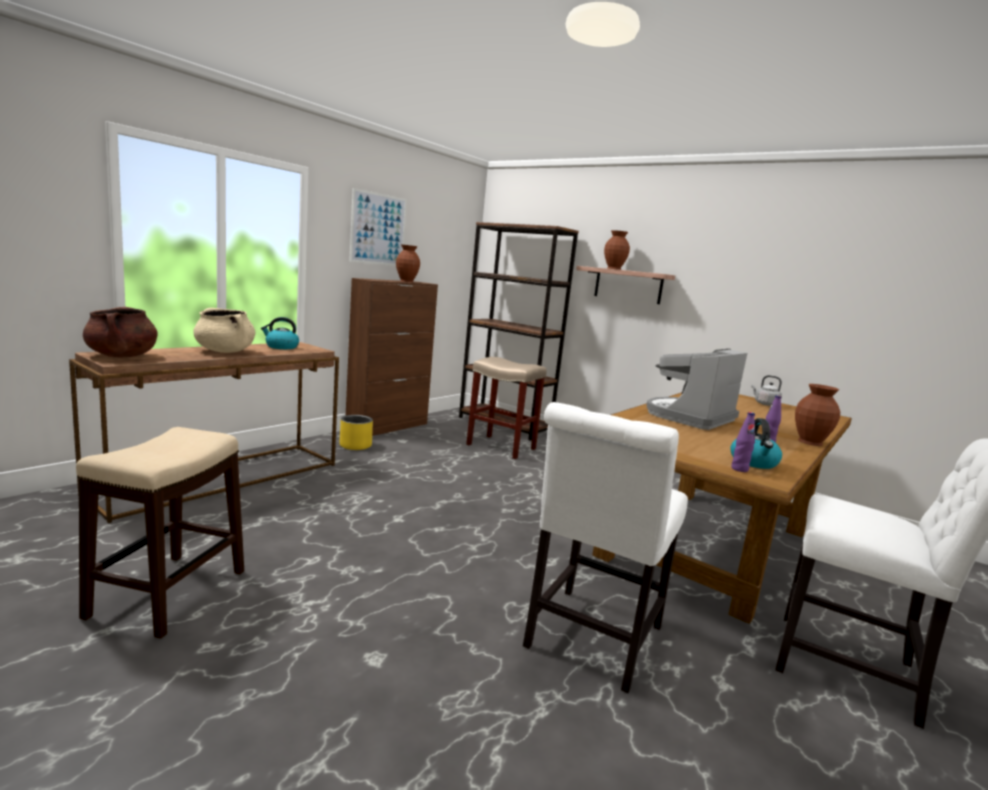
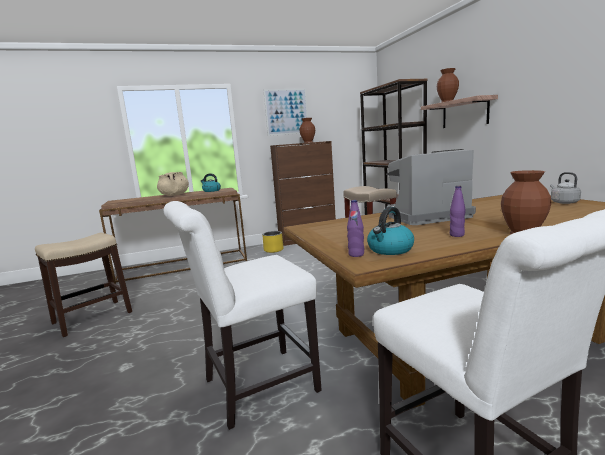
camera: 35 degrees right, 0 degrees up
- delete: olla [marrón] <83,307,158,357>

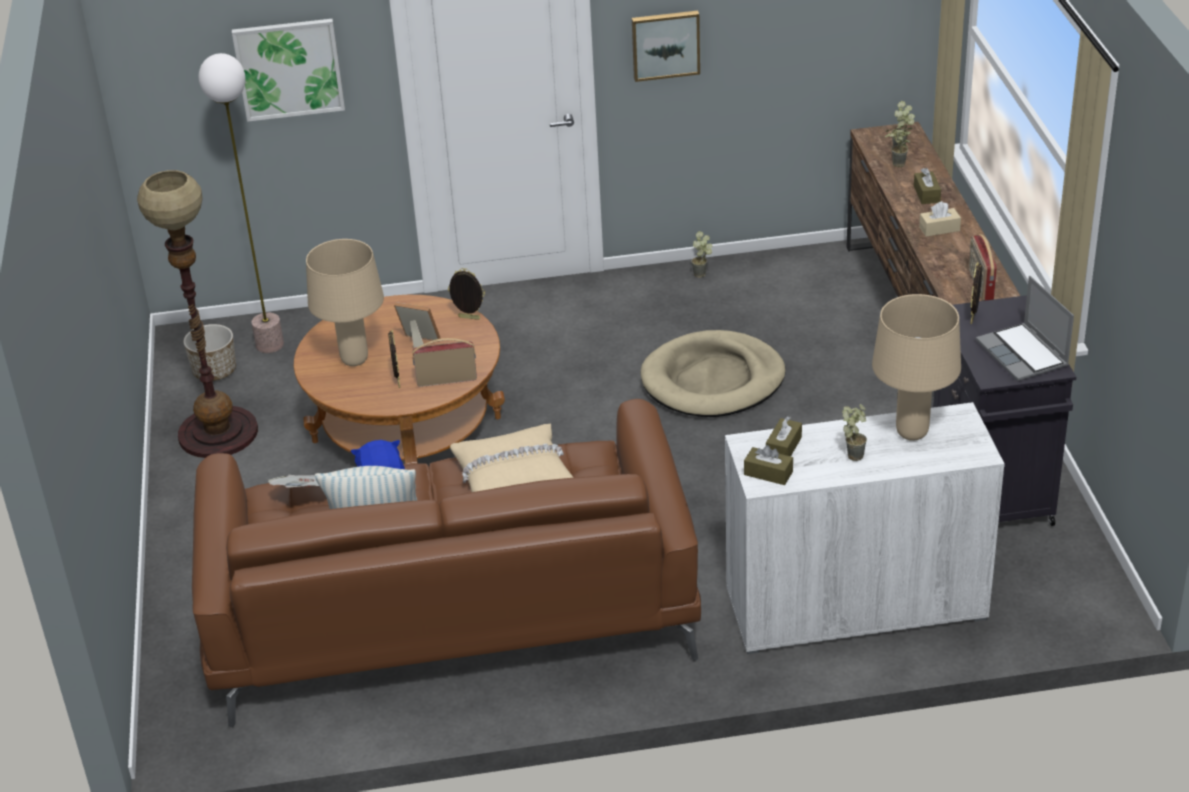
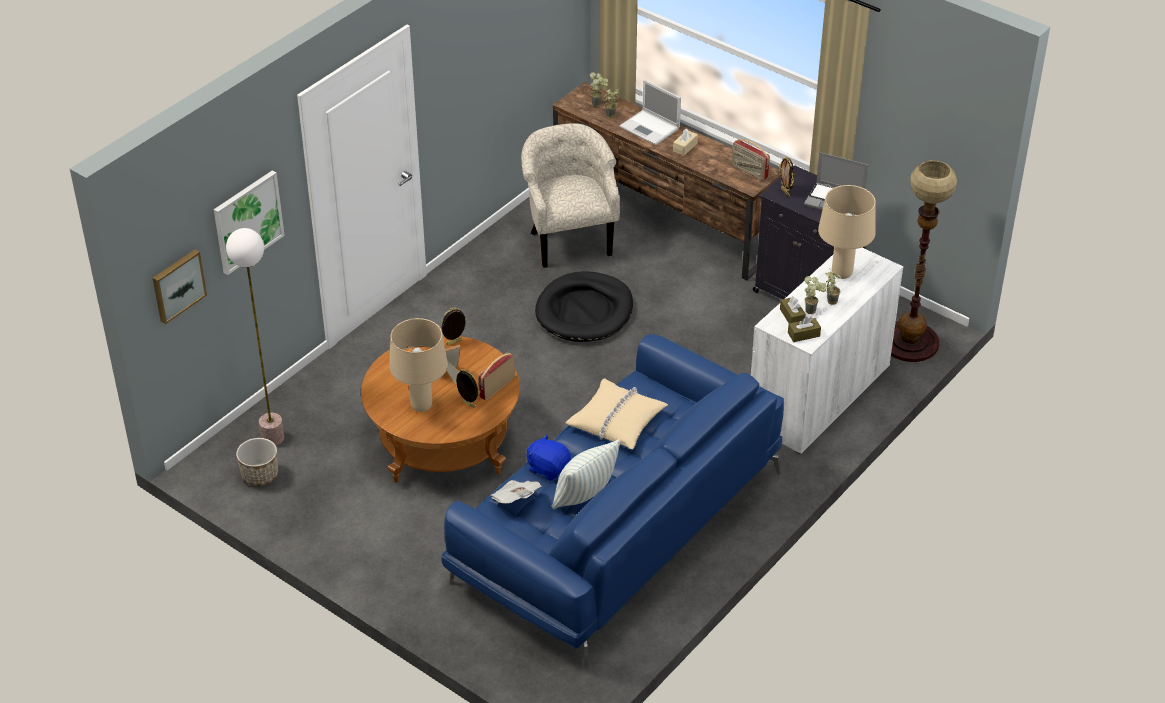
camera: 45 degrees left, 5 degrees up
- move: cuadro <632,11,700,82> to <153,249,207,324>
- recolor: sofá [marrón] <192,399,701,727> to sofá [azul] <441,334,784,668>
- insert: sillón [beis] <521,123,620,268>
- recolor: cama para perro [beis] <641,330,786,417> to cama para perro [negro] <535,271,633,342>
- replace: caja de pañuelos [marrón] <914,168,941,204> to portátil <619,80,681,145>
- move: planta en maceta <691,231,713,278> to <804,276,826,314>
- move: lámpara de pie <137,170,258,458> to <891,160,957,362>

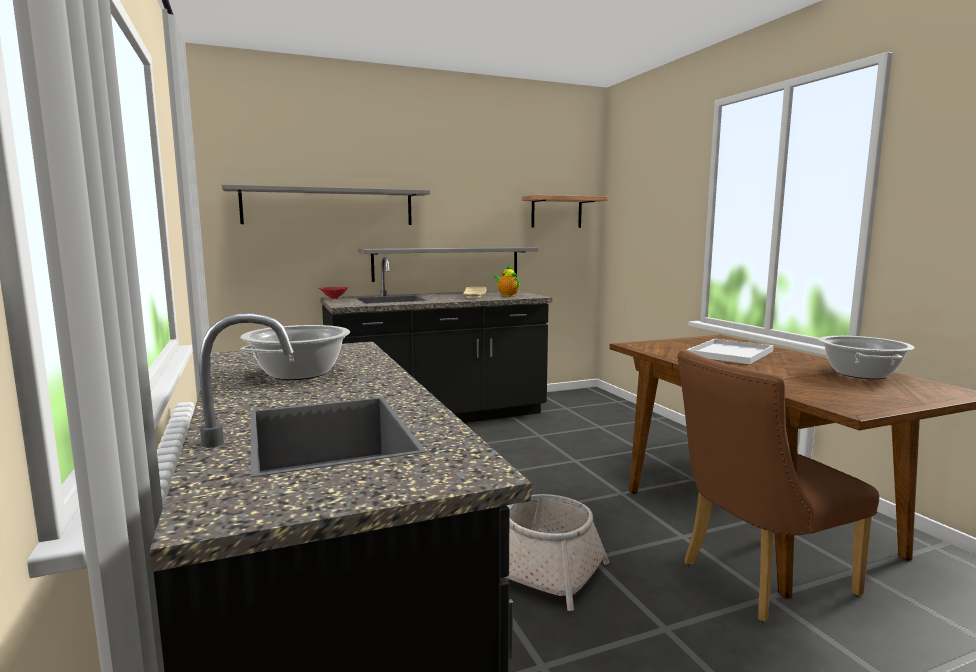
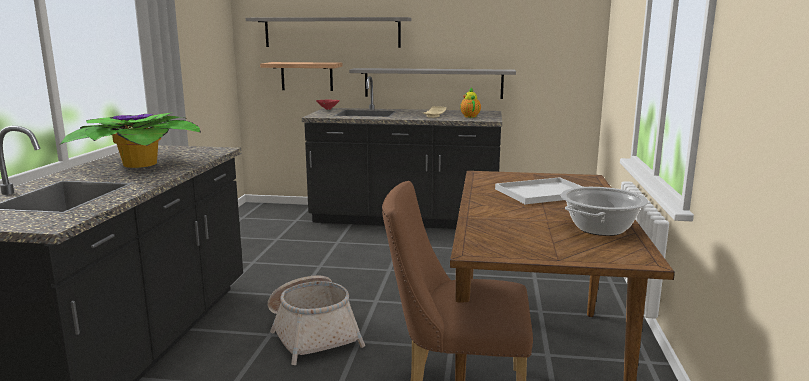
camera: 30 degrees right, 5 degrees up
- replace: olla <240,325,350,380> to planta en maceta <59,113,201,168>
- move: estante <522,195,608,228> to <260,62,342,91>

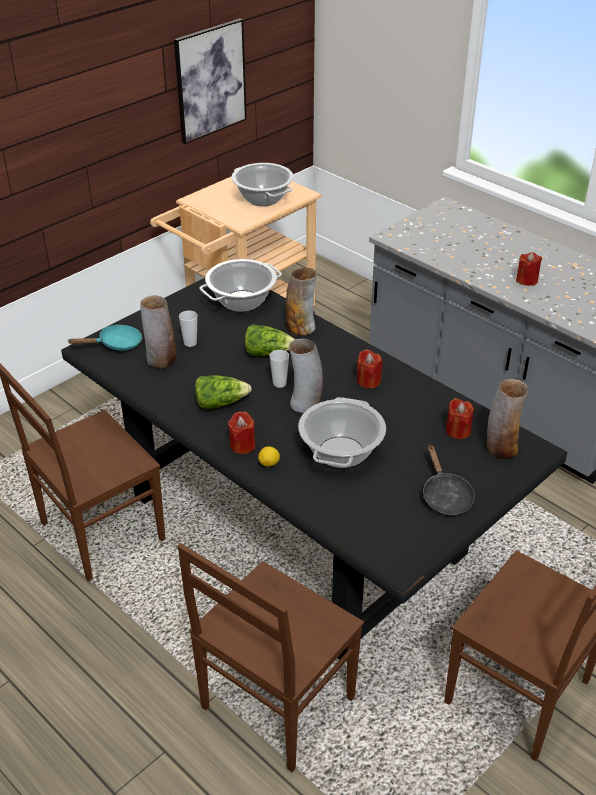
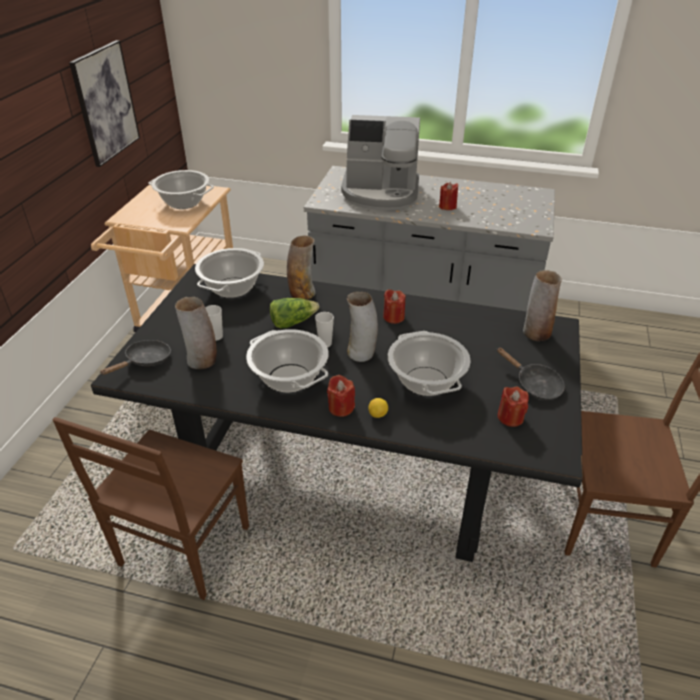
camera: 30 degrees left, 0 degrees up
- recolor: sartén [turquesa] <67,324,142,351> to sartén [negro] <100,340,171,375>
- replace: lechuga <195,375,252,409> to olla <246,329,329,393>
- insert: cafetera <341,115,420,210>
- move: vela [rojo] <446,398,474,439> to <498,387,529,427>
- delete: silla [marrón] <177,543,364,772>

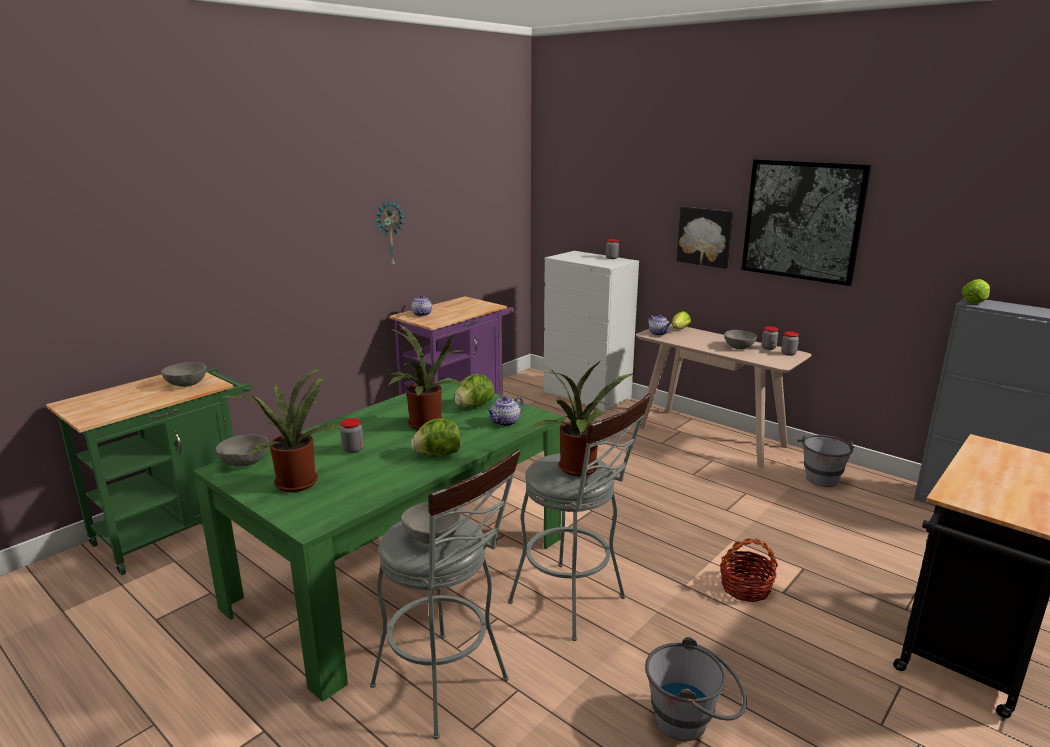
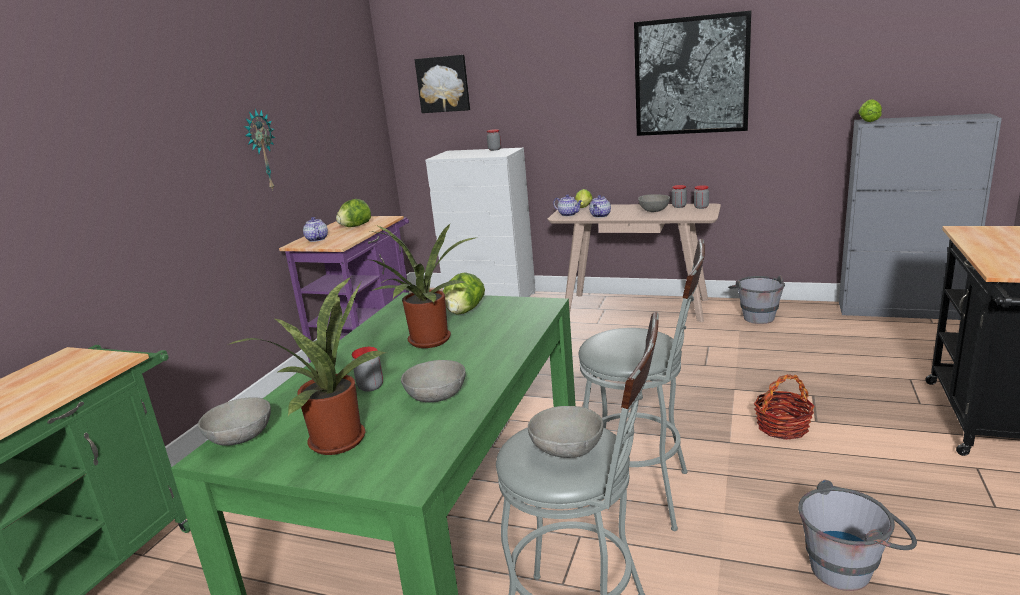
camera: 20 degrees left, 0 degrees up
- move: lechuga <411,418,461,457> to <336,199,371,227>
- move: cuenco [gris] <161,362,207,387> to <401,360,466,402>
- move: cuadro <677,207,733,269> to <415,55,470,113>
- move: tetera <487,396,524,426> to <589,195,611,218>
- delete: planta en maceta <532,361,635,476>

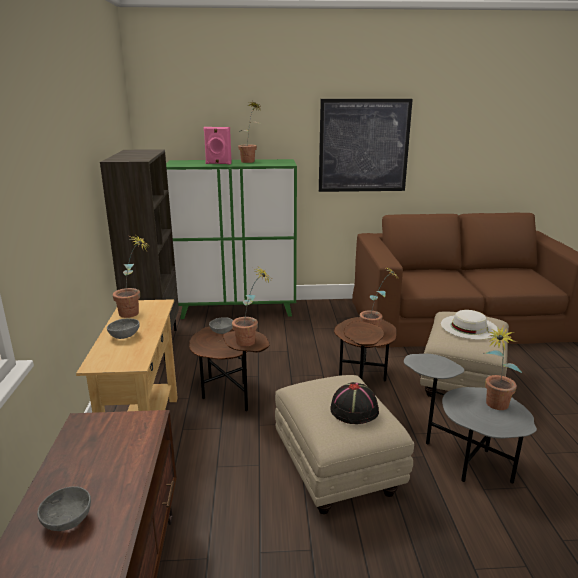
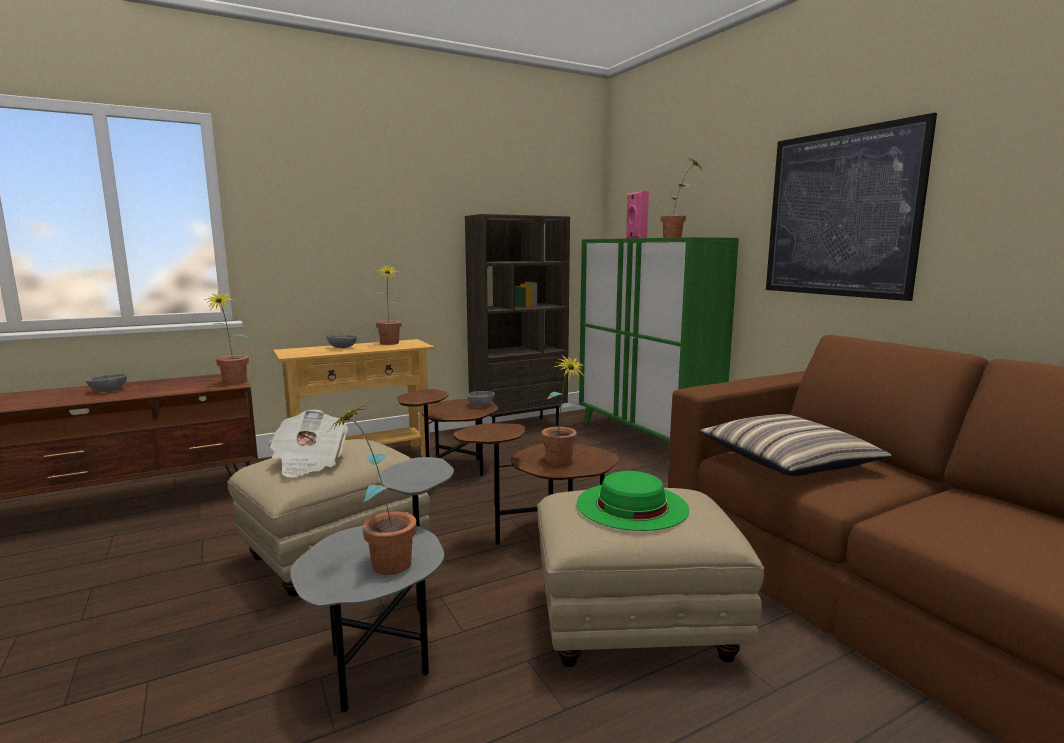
camera: 65 degrees right, 10 degrees down
- move: planta en maceta <232,268,271,347> to <204,291,250,385>
- replace: sombrero [negro] <330,382,379,424> to periódico <269,410,348,477>
- recolor: sombrero [blanco] <441,310,498,340> to sombrero [verde] <577,471,689,531>
- insert: cojín <700,414,892,476>

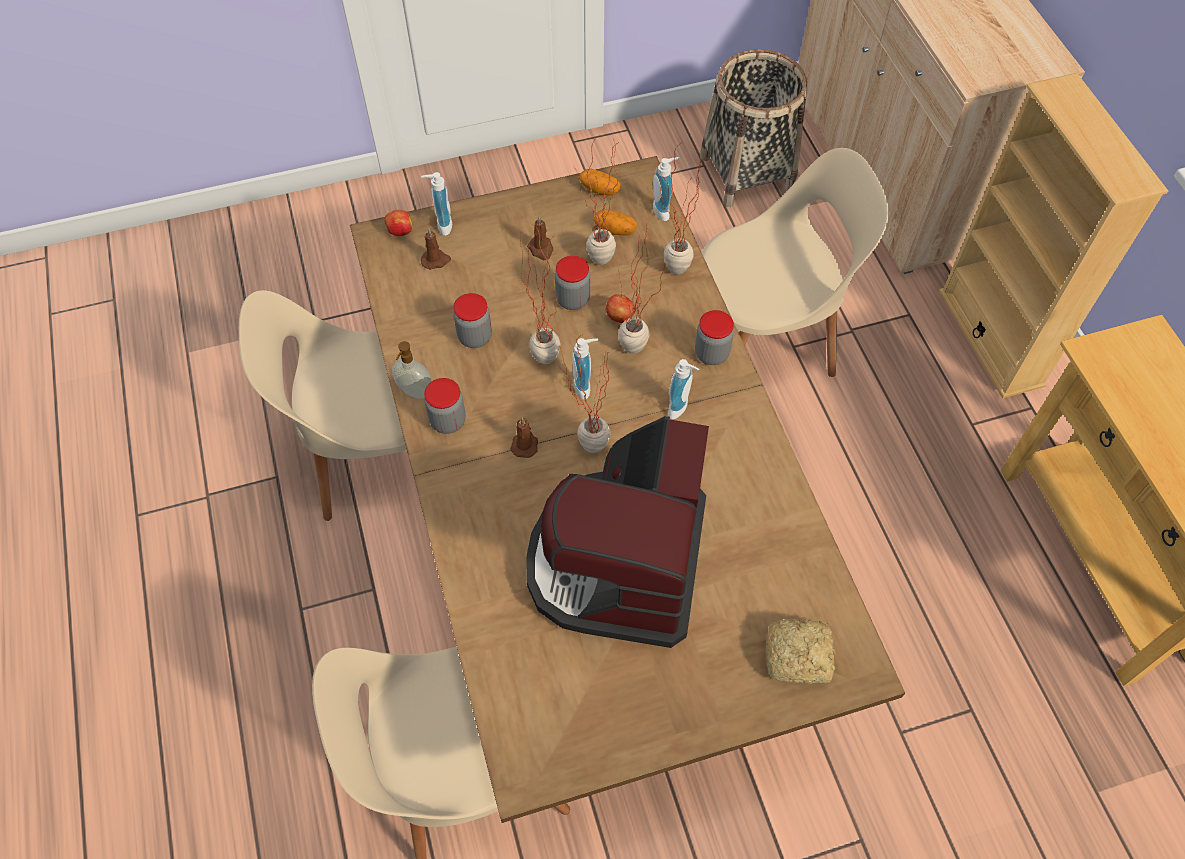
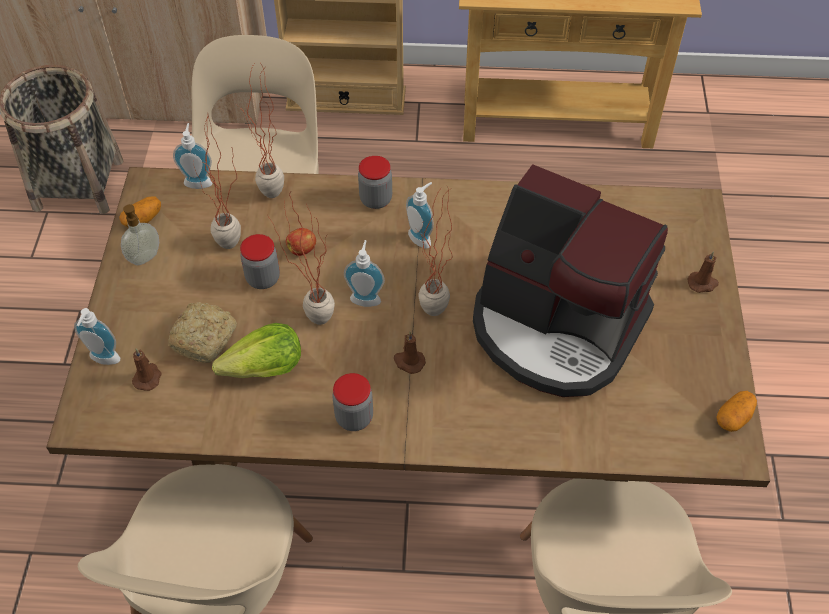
camera: 70 degrees left, 5 degrees down
- move: dispensador de jabón <392,341,432,399> to <121,204,159,265>
- move: pan <766,619,836,684> to <168,302,237,363>
- replace: tarro <453,293,492,348> to lechuga <212,323,301,378>
- move: vela [marrón] <527,216,553,260> to <688,251,719,293>
- move: patata <594,209,638,236> to <716,391,757,432>
- delete: manzana <384,210,412,236>
- delete: planta en maceta <618,223,665,354>

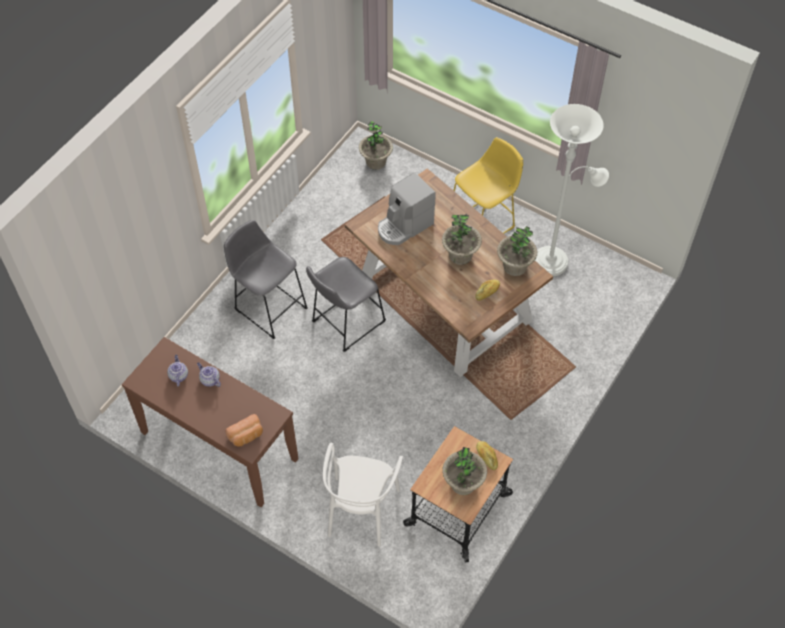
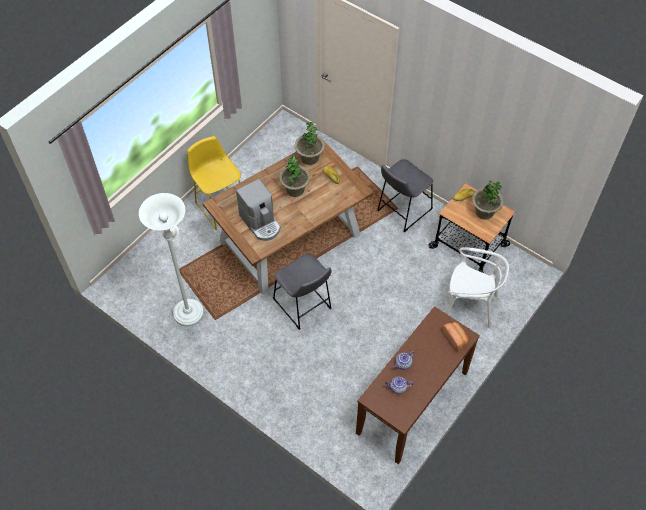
camera: 85 degrees left, 0 degrees up
- move: lámpara de pie [blanco] <535,104,609,276> to <139,193,204,326>
- move: taburete [gris] <224,220,308,339> to <377,159,433,232>
- delete: planta en maceta <359,121,393,170>

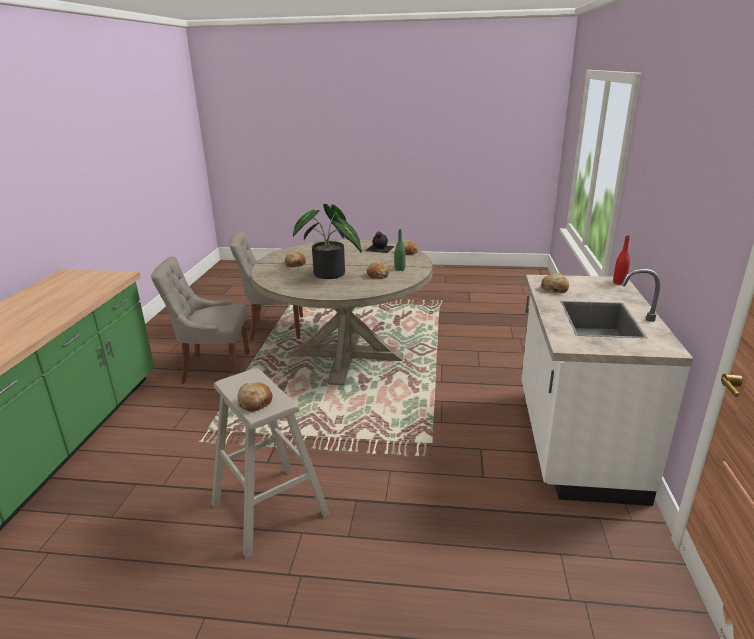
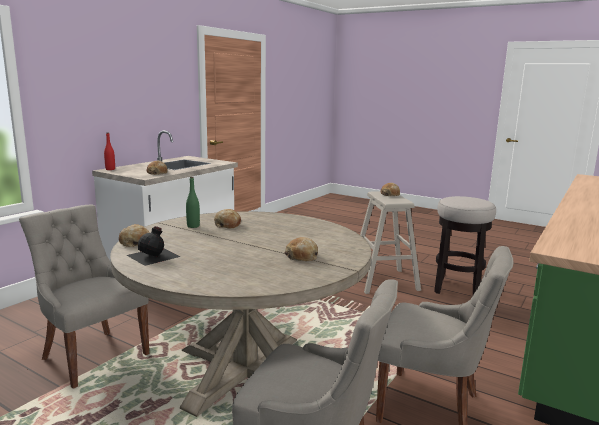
camera: 155 degrees left, 10 degrees down
- insert: silla [gris] <19,204,149,389>
- insert: taburete <434,196,496,294>
- delete: planta en maceta <293,204,362,279>

